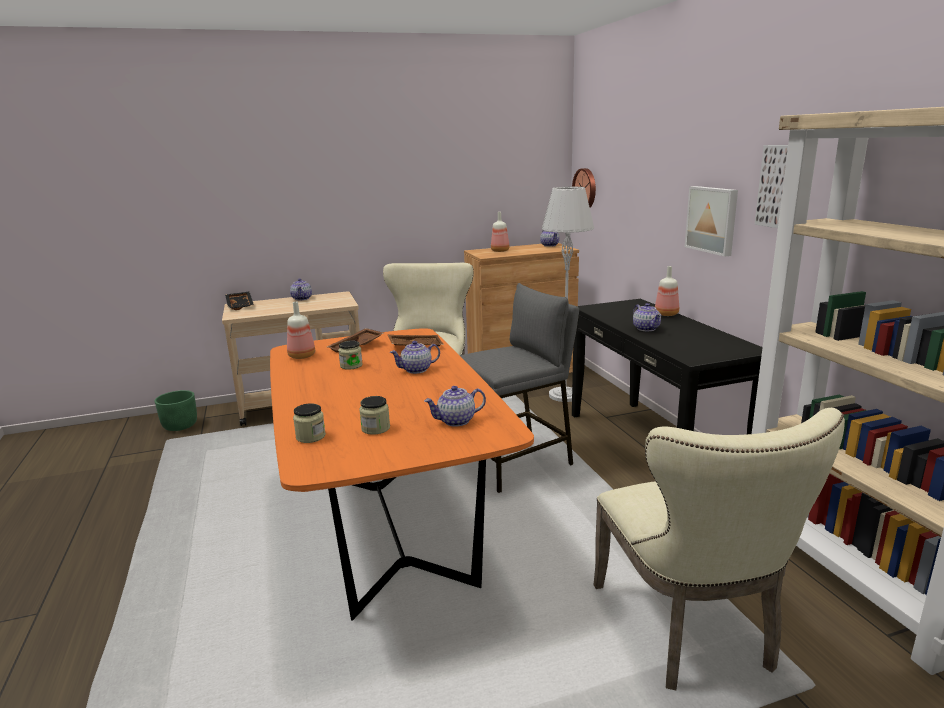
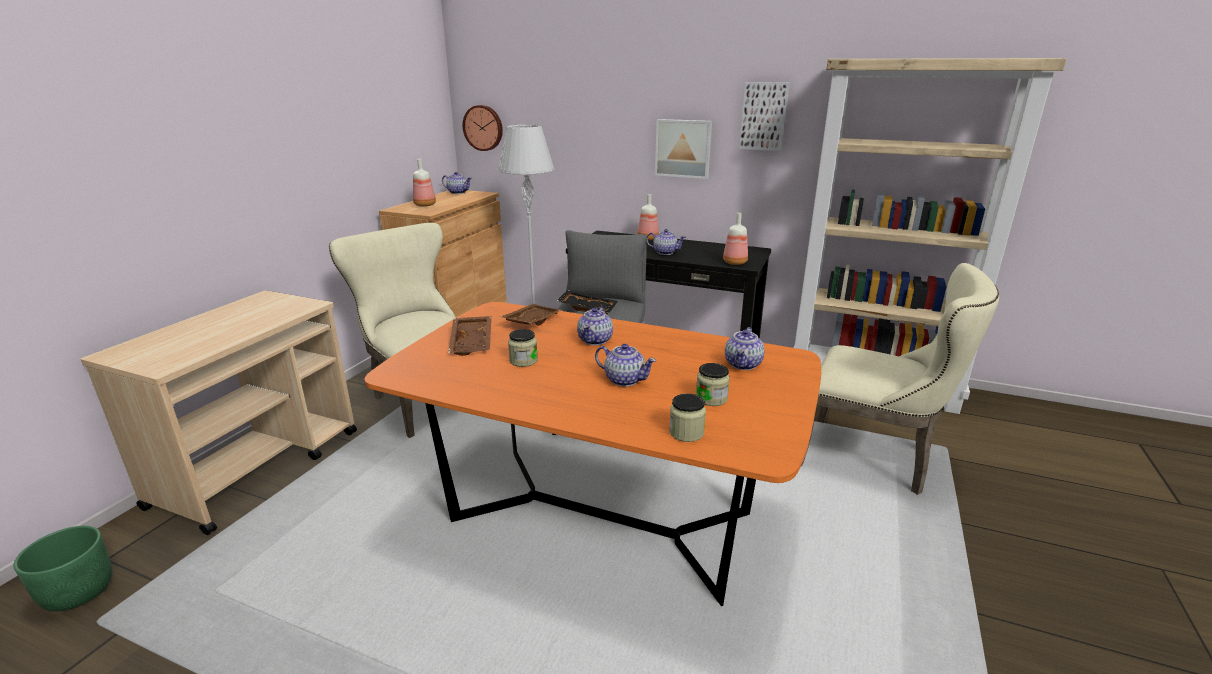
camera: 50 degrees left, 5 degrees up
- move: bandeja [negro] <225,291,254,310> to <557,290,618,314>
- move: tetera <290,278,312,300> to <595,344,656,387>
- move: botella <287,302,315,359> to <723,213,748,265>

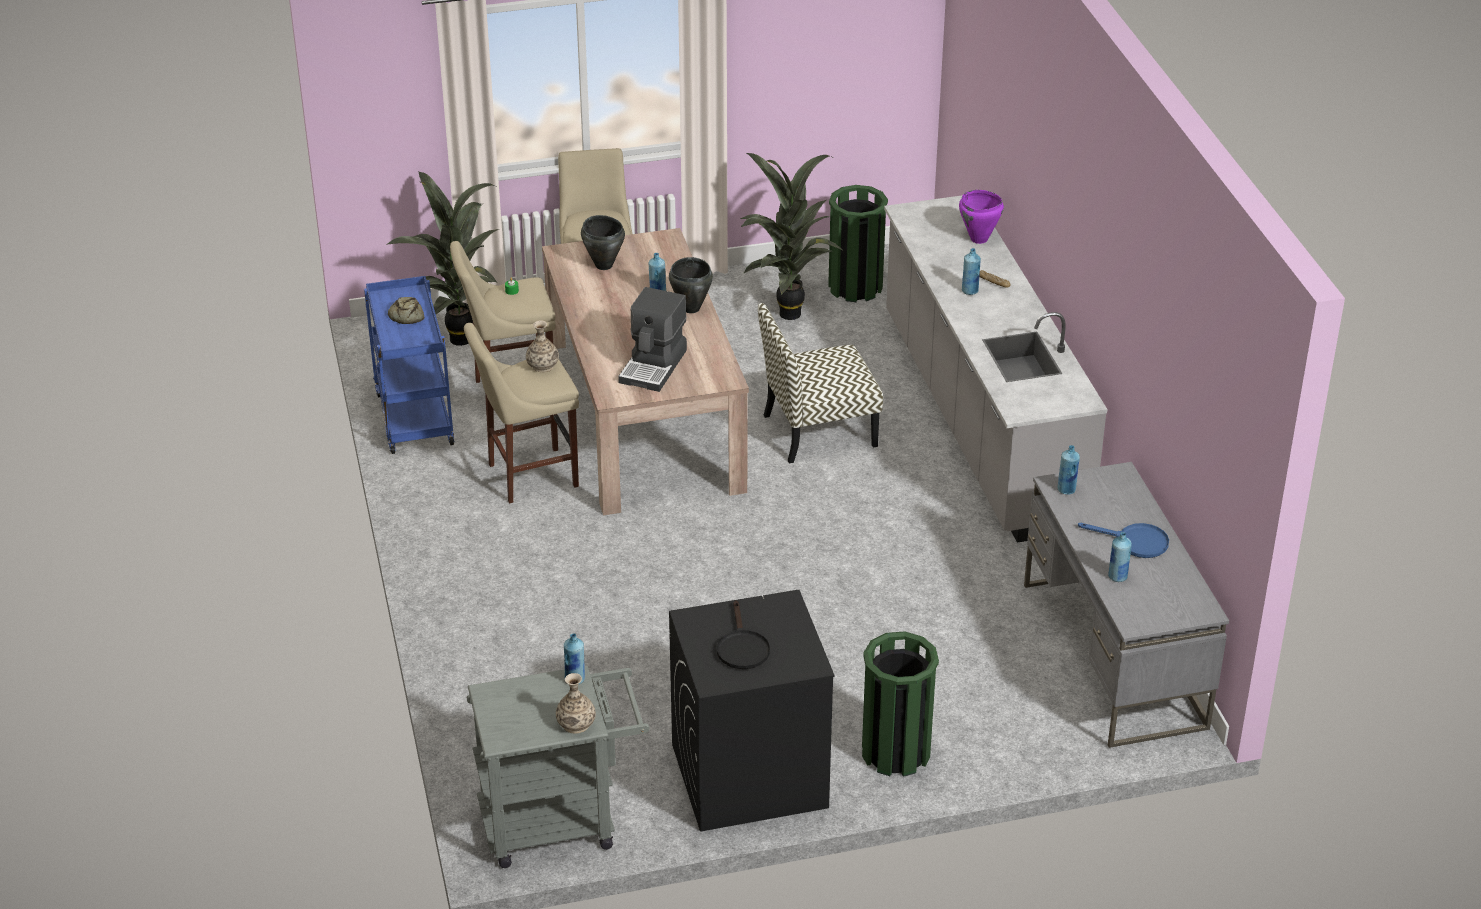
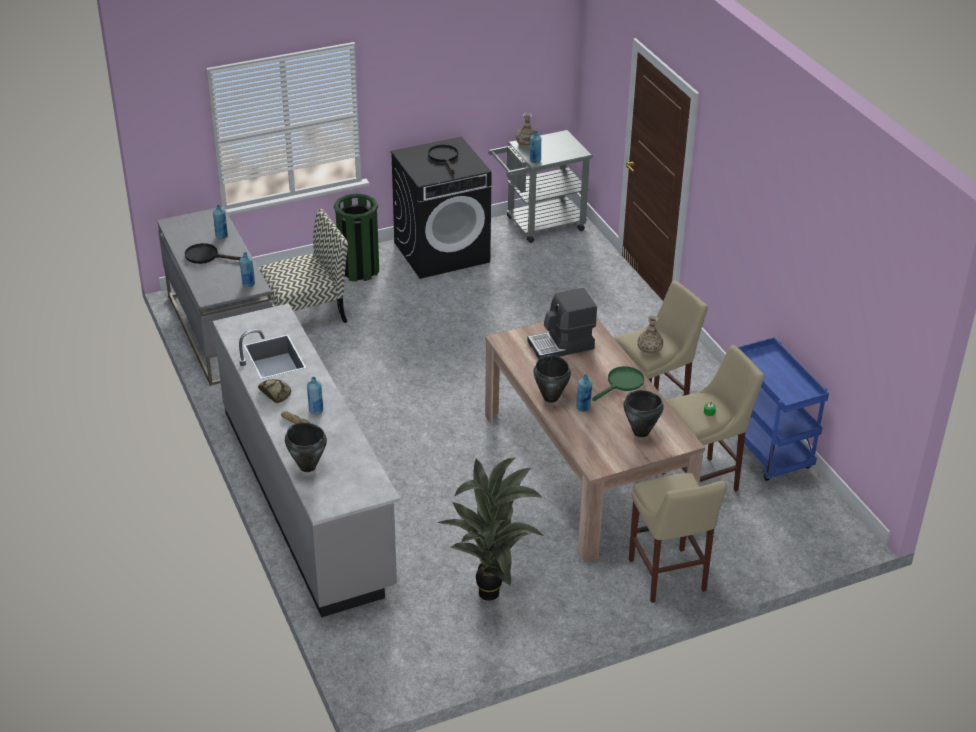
camera: 170 degrees right, 0 degrees up
- recolor: sartén [azul] <1078,523,1169,558> to sartén [negro] <185,243,241,264>
- move: silla <758,303,883,463> to <258,209,348,323>
- move: pan <388,297,424,324> to <258,379,291,403>
- recolor: olla [morado] <959,190,1004,244> to olla [negro] <285,422,327,472>
- rotate: cafetera <618,287,687,392> = <527,288,597,359> 120 degrees counterclockwise
- insert: sartén [verde] <592,366,644,401>
- delete: planta en maceta <386,172,499,346>
- delete: papelera [verde] <828,185,888,302>

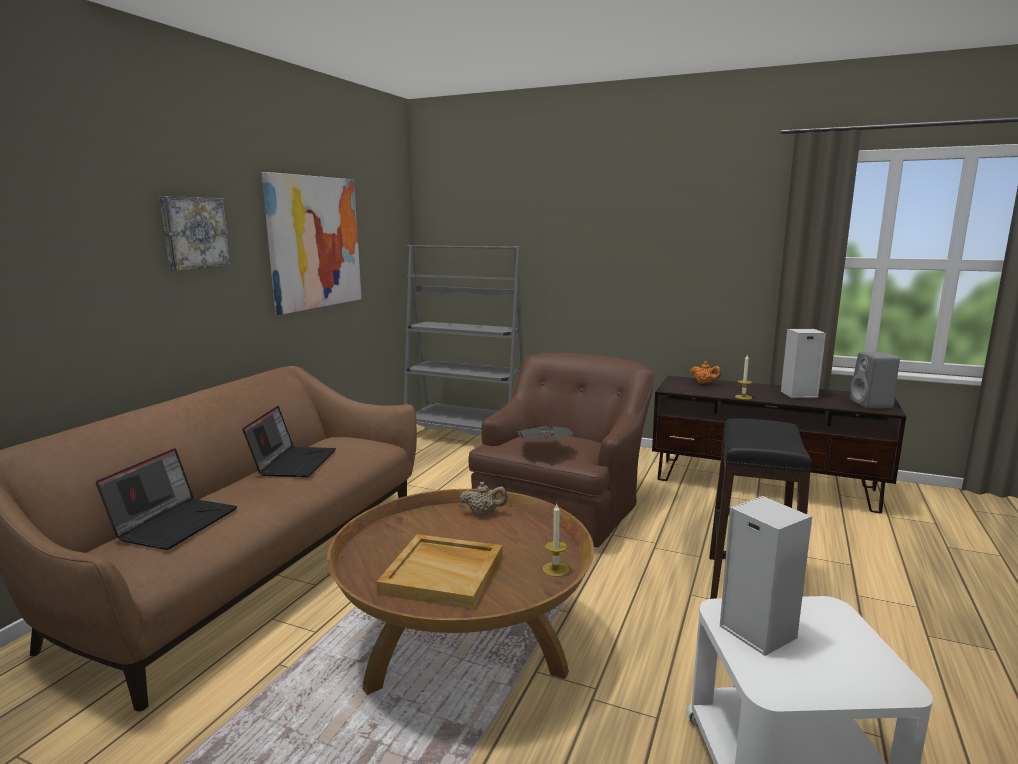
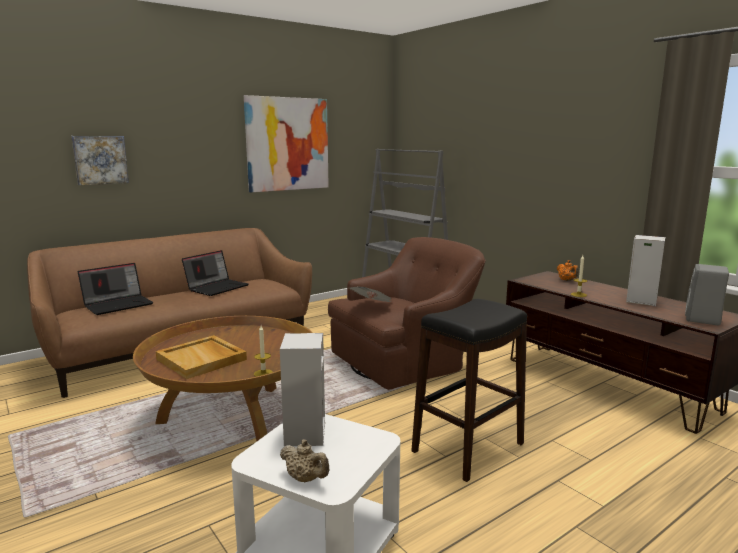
camera: 30 degrees right, 0 degrees up
- move: cuadro <160,196,231,270> to <71,136,129,185>
- move: tetera [beis] <460,482,508,515> to <280,439,330,482>

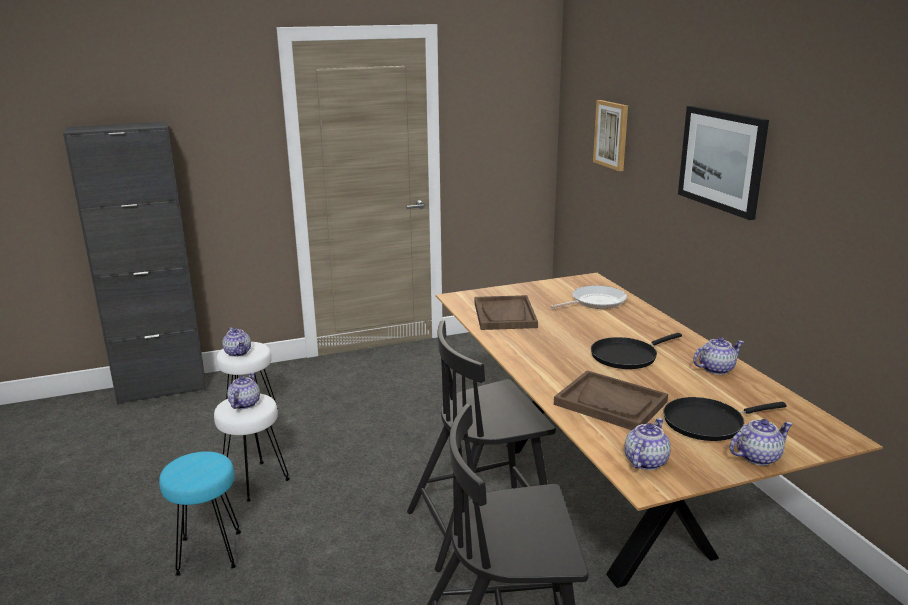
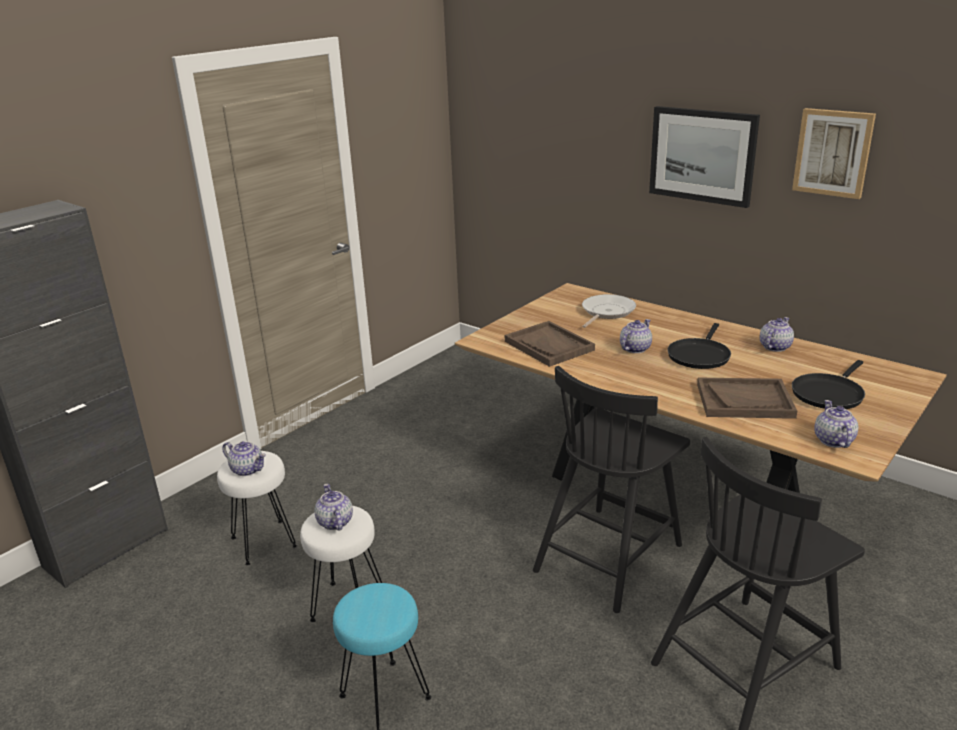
camera: 30 degrees left, 5 degrees up
- move: tetera <730,419,793,466> to <620,319,652,353>
- move: cuadro <593,100,628,171> to <792,108,876,199>

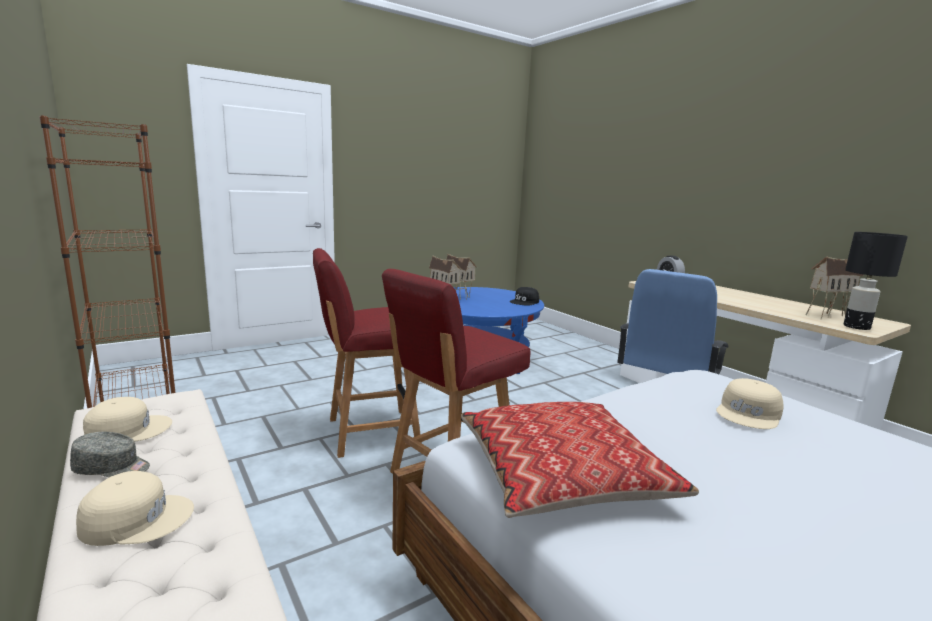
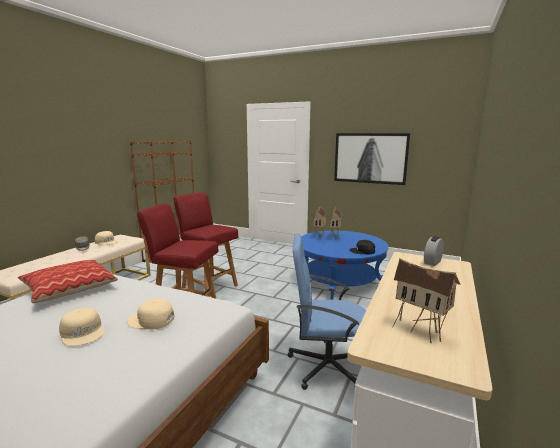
camera: 60 degrees right, 0 degrees up
- move: gorra [beis] <76,471,194,546> to <59,308,105,346>
- insert: cuadro <334,133,410,185>
- delete: lámpara de mesa [negro] <844,232,908,330>

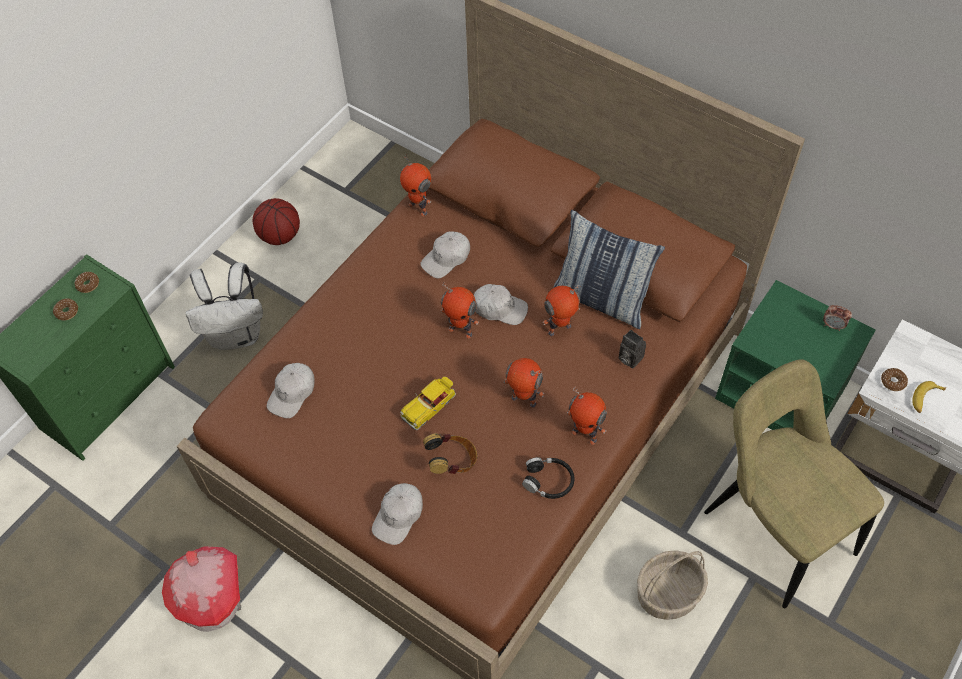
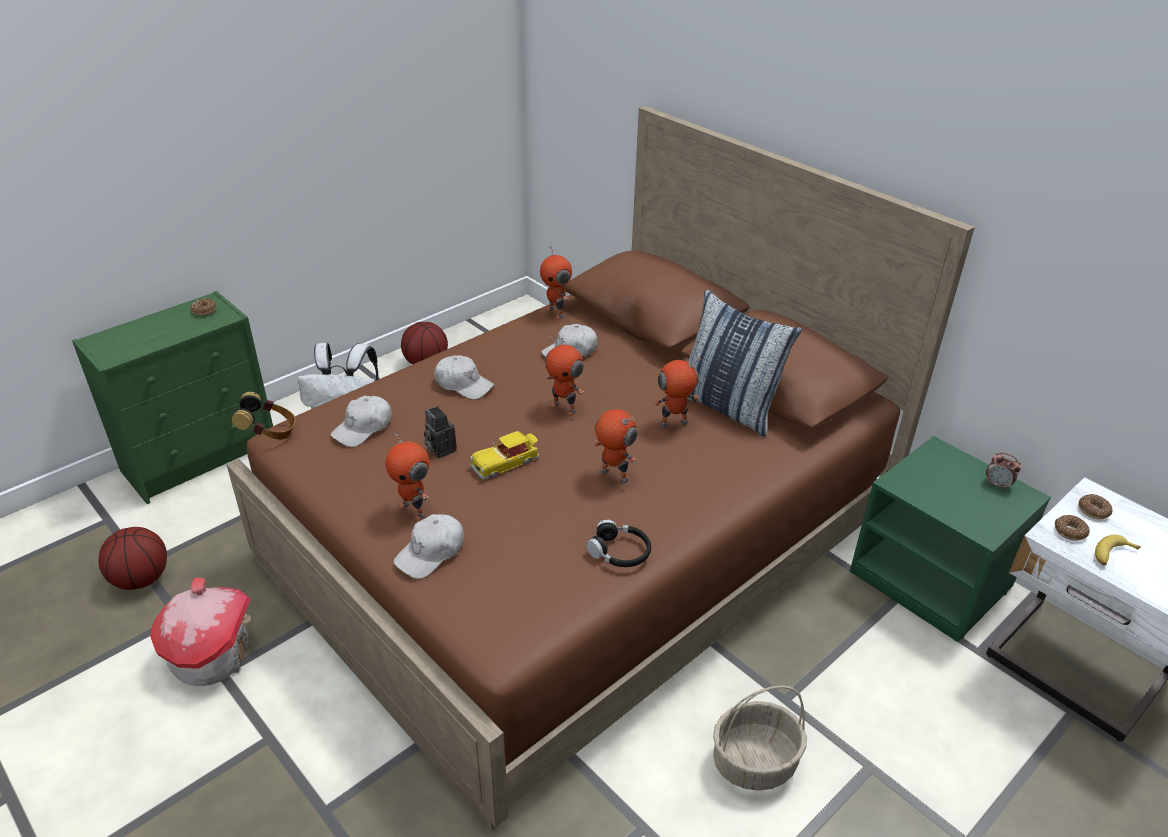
camera: 10 degrees right, 20 degrees down
- insert: balón de baloncesto <98,527,167,590>
- move: auriculares <423,433,477,474> to <232,392,296,440>
- move: robot de juguete <567,387,607,445> to <385,429,429,521>
- move: cámara <619,330,646,369> to <424,406,457,458>
- move: gorra [blanco] <474,284,528,325> to <434,355,494,400>
- move: rosquilla <53,298,78,320> to <1078,494,1112,519>
- delete: silla [beis] <704,359,884,608>

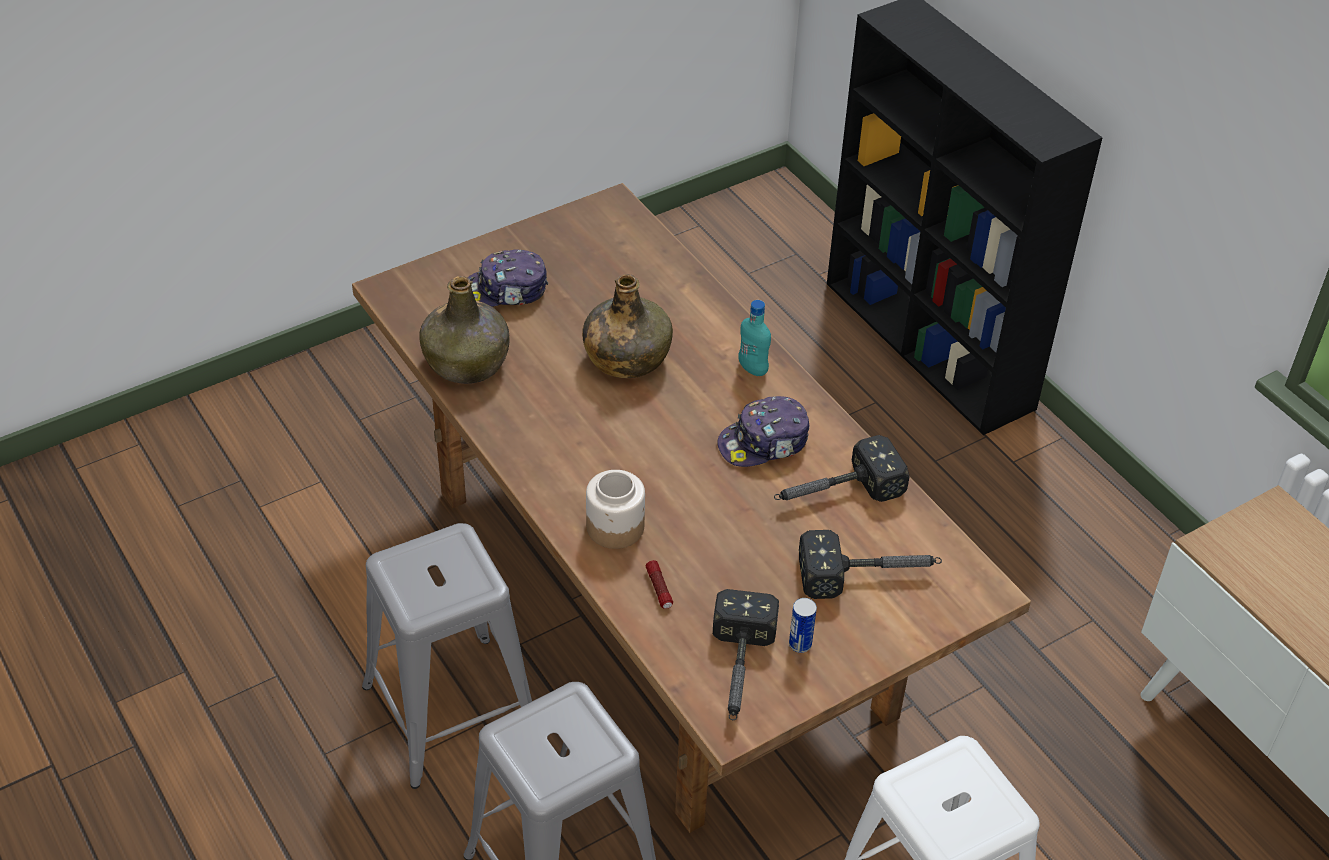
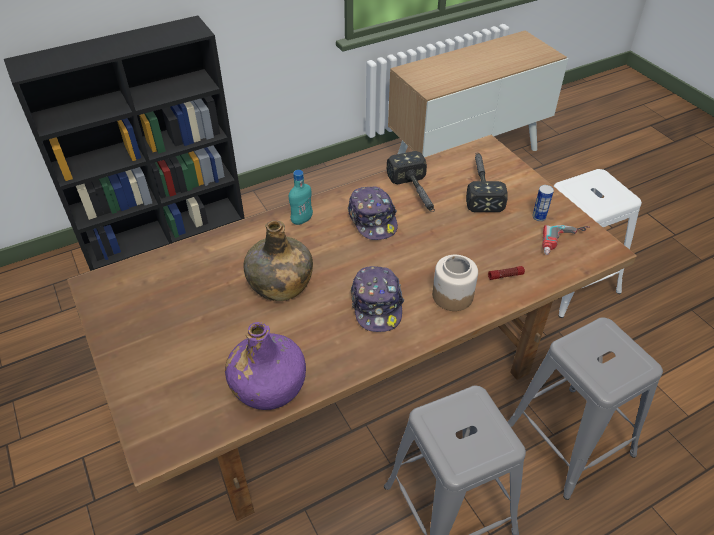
camera: 85 degrees left, 0 degrees up
- recolor: botella [verde] <419,276,510,384> to botella [morado] <225,322,306,410>
- move: gorra <468,249,549,307> to <351,266,404,332>
- replace: martillo <713,589,779,720> to taladro <542,225,590,255>

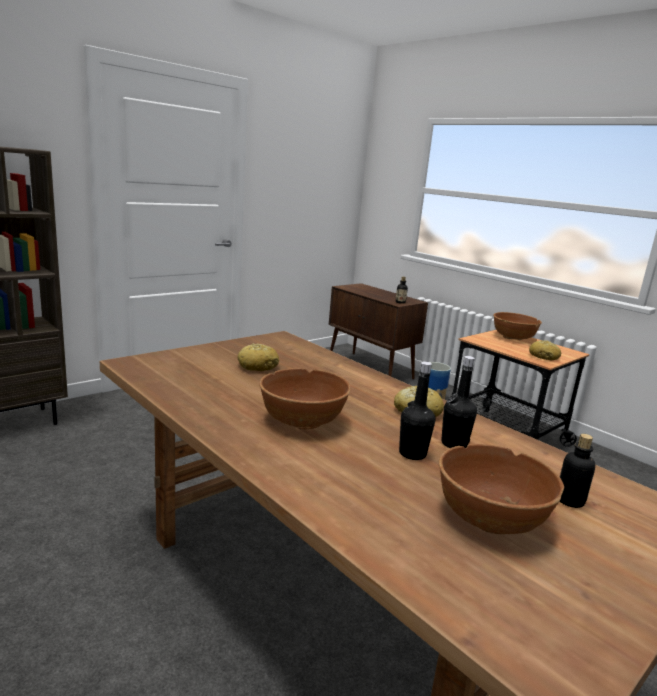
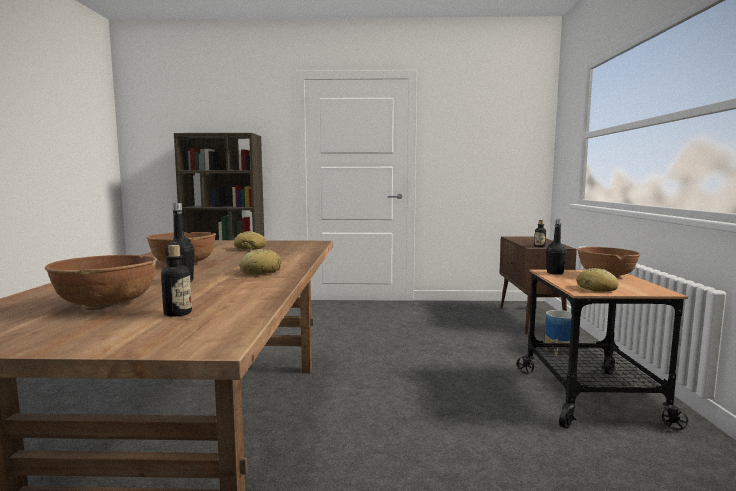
camera: 45 degrees right, 10 degrees down
- move: botella [negro] <441,356,477,448> to <546,219,567,275>

